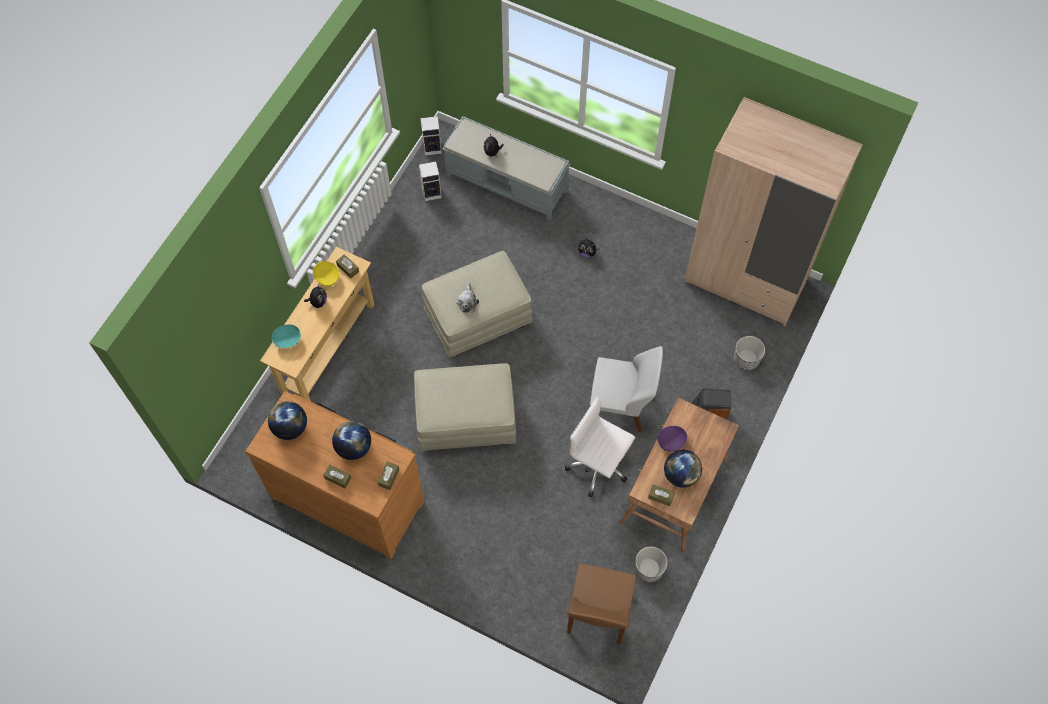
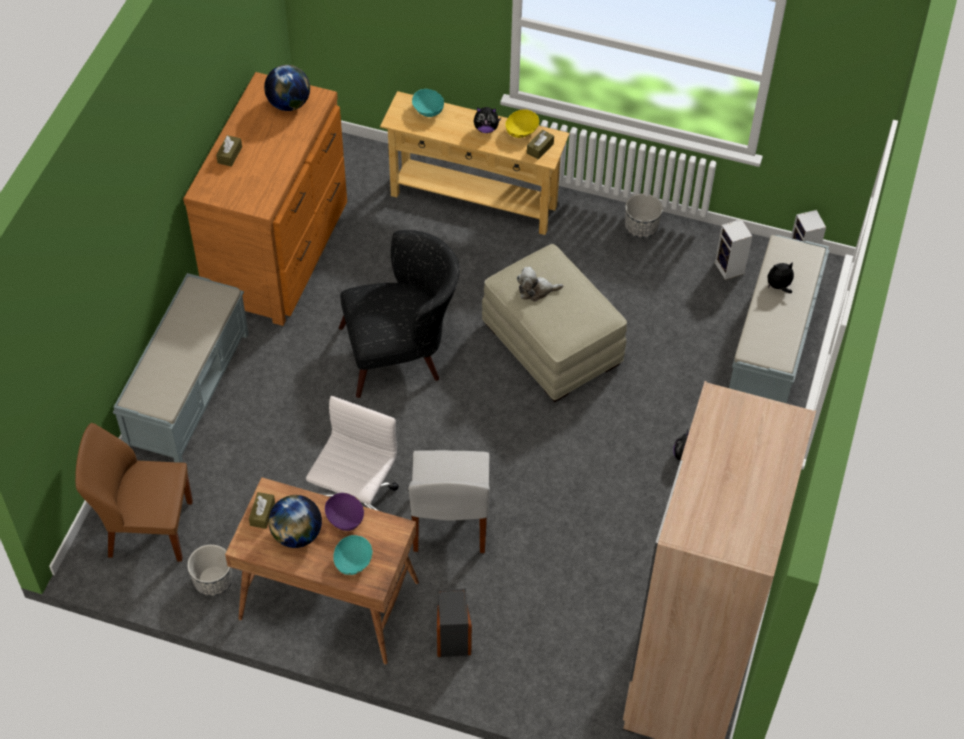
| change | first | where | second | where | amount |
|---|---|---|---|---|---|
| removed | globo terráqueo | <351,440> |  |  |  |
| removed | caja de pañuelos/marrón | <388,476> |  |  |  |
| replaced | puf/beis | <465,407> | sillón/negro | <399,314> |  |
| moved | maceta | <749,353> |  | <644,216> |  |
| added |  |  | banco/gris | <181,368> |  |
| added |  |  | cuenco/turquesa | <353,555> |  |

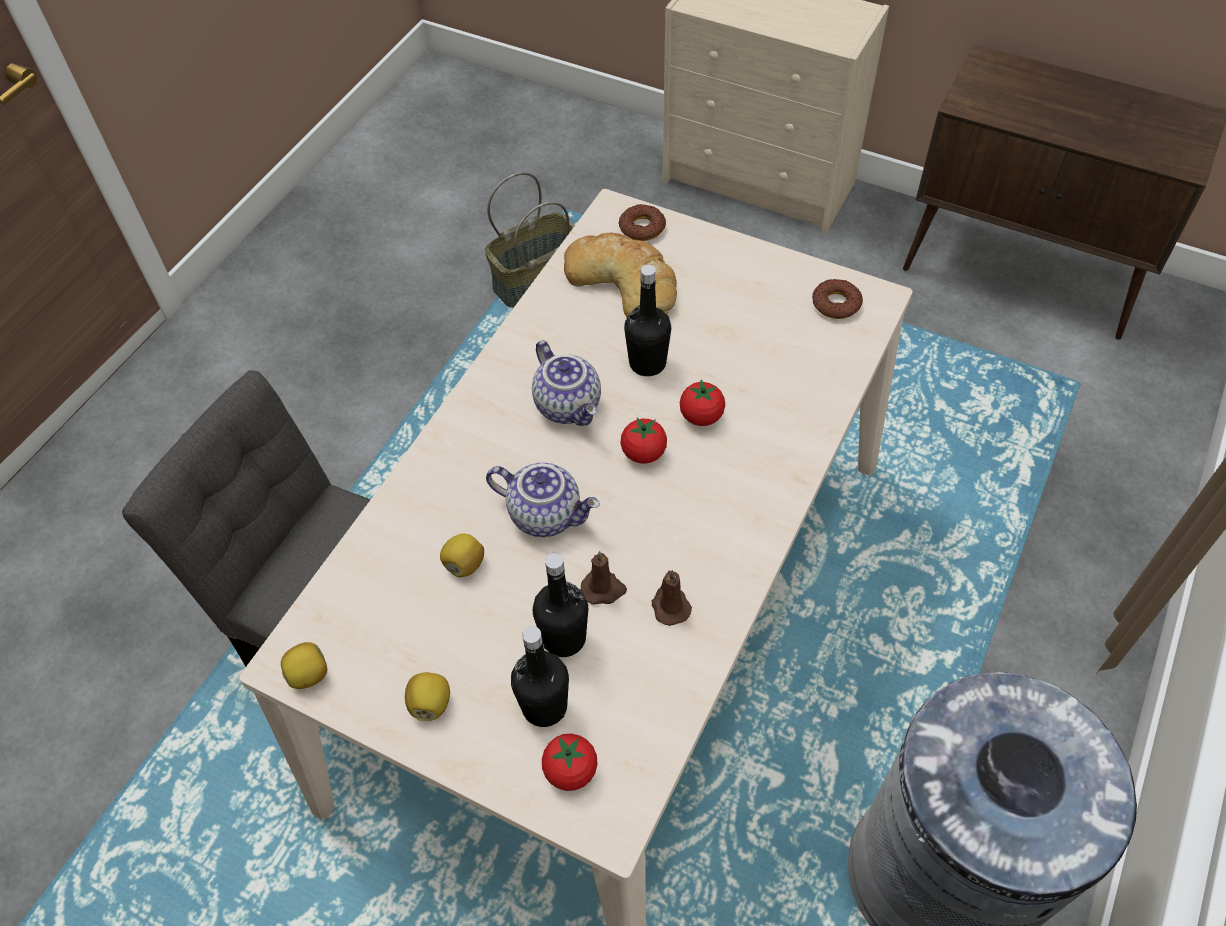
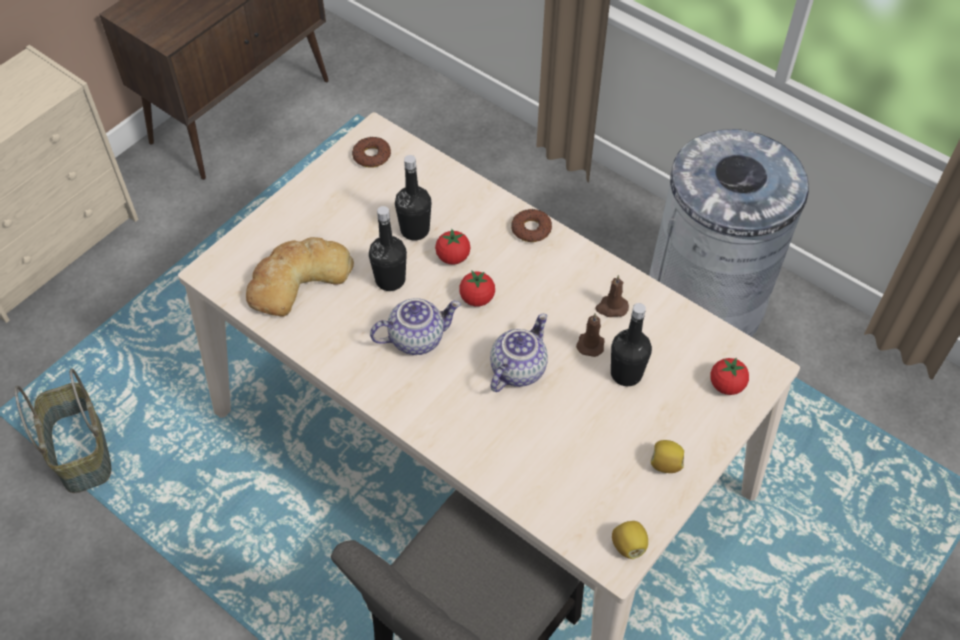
| change | first | where | second | where | amount |
|---|---|---|---|---|---|
| removed | limón | <462,556> |  |  |  |
| moved | botella/negro | <540,676> |  | <413,198> |  |
| moved | rosquilla | <642,222> |  | <531,225> |  |

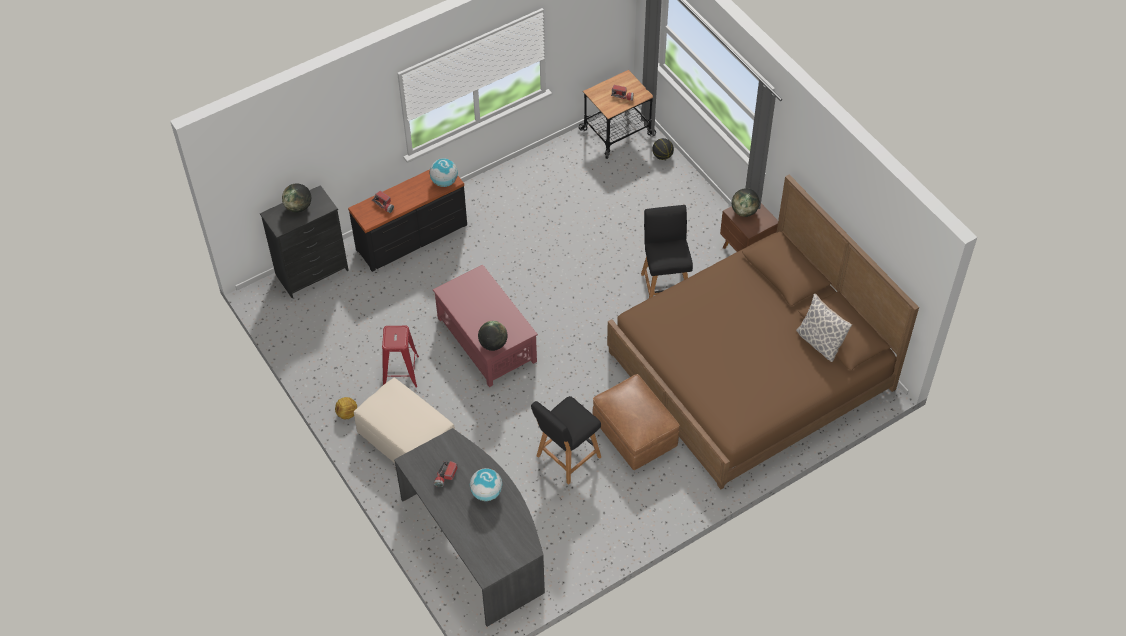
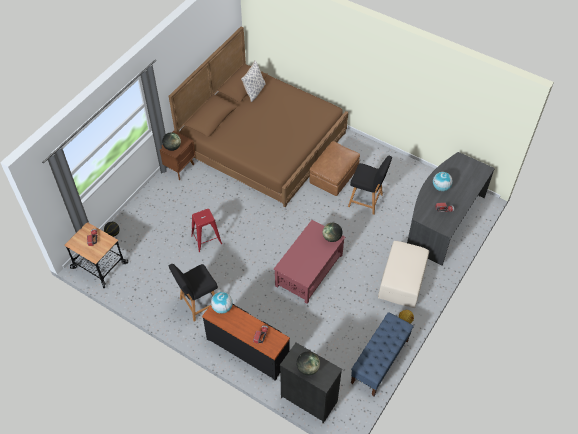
| change | first | where | second | where | amount |
|---|---|---|---|---|---|
| moved | taburete/rojo | <400,356> |  | <206,230> |  |
| moved | taburete/negro | <667,251> |  | <193,293> |  |
| added |  |  | banco/azul | <382,354> |  |

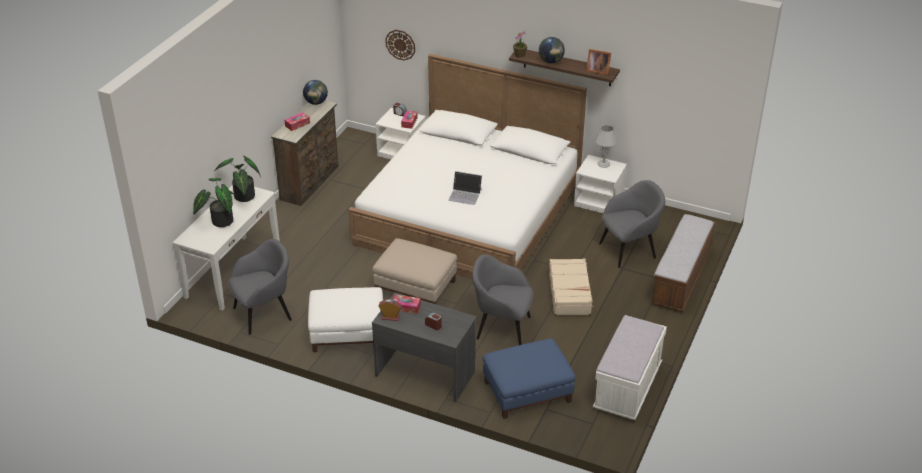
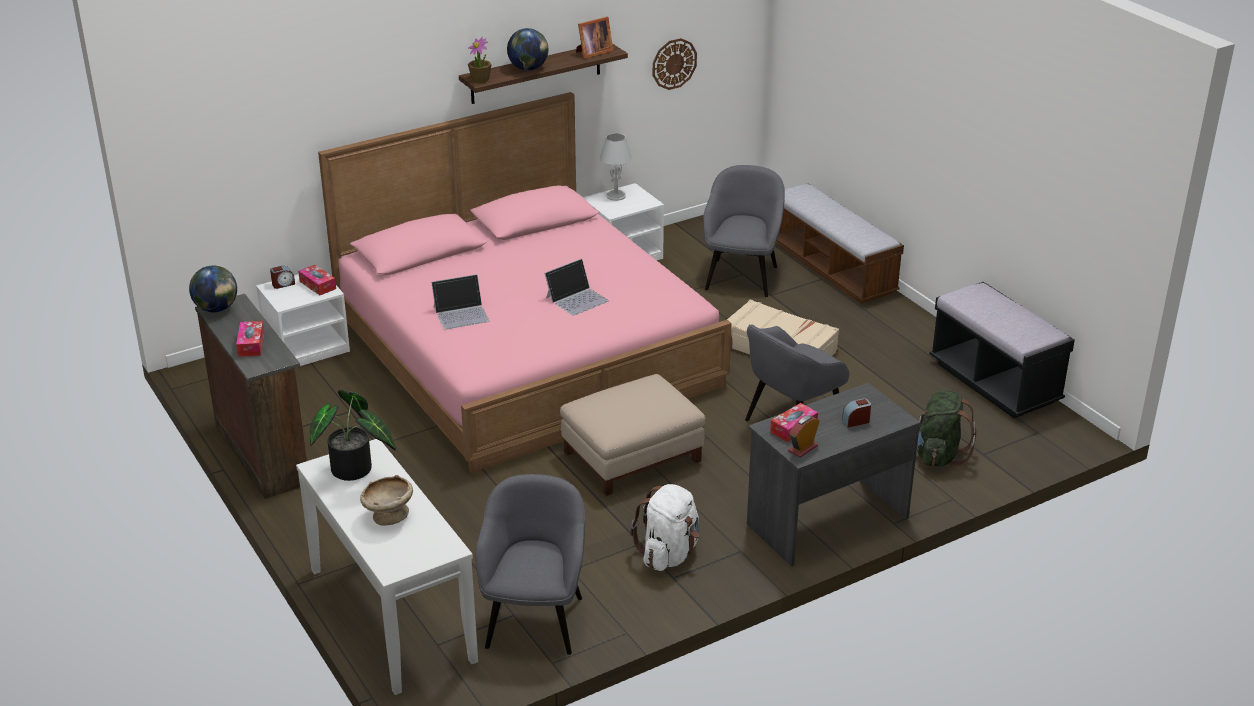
| change | first | where | second | where | amount |
|---|---|---|---|---|---|
| replaced | planta en maceta | <215,202> | cuenco/beis | <386,500> |  |
| replaced | puf/blanco | <345,319> | mochila/blanco | <664,527> |  |
| recoloured | cama/blanco | <467,166> | cama/rosa | <525,283> |  |
| moved | reloj de pared | <400,45> |  | <675,64> |  |
| replaced | puf/azul | <529,379> | mochila/verde | <946,428> |  |
| recoloured | banco/blanco | <630,367> | banco/negro | <1002,350> |  |
| added |  |  | portátil | <460,301> |  |

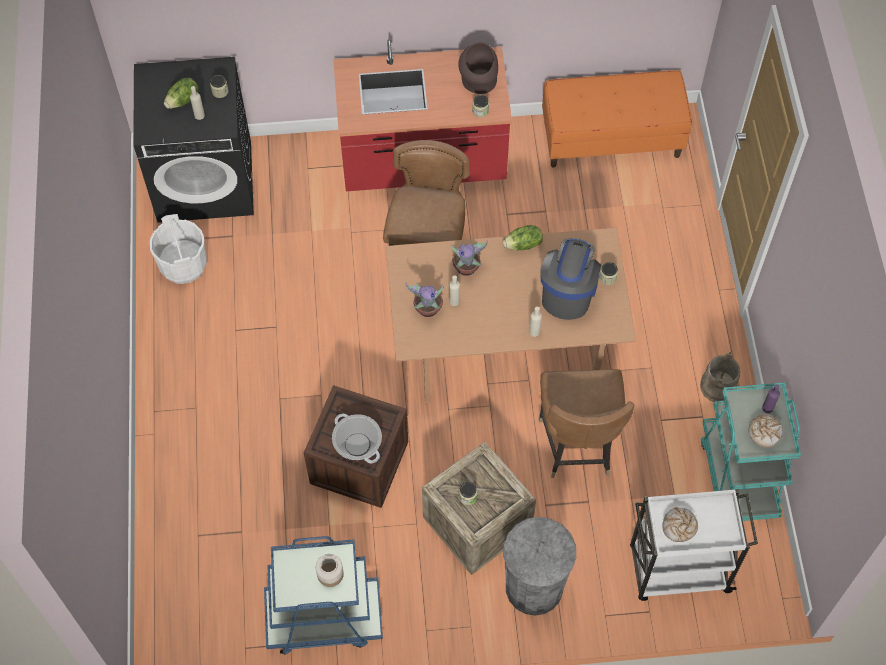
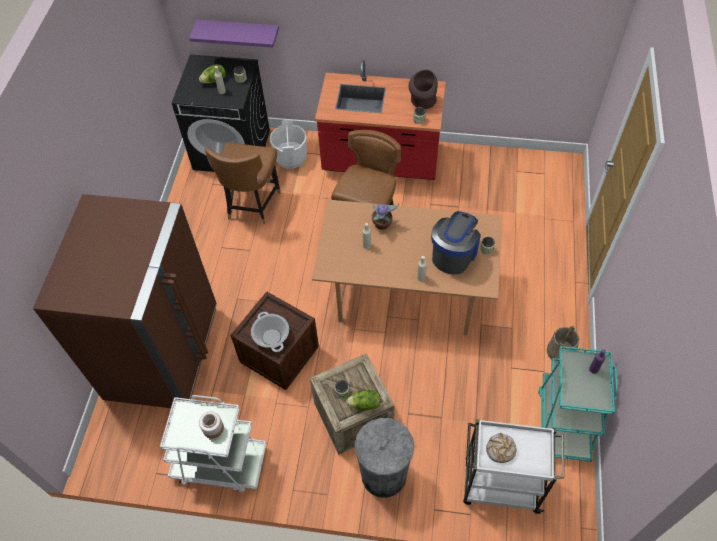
| change | first | where | second | where | amount |
|---|---|---|---|---|---|
| moved | cubo/blanco | <178,249> |  | <288,144> |  |
| recoloured | carrito/azul | <323,595> | carrito/blanco | <213,444> |  |
| removed | planta en maceta | <424,300> |  |  |  |
| moved | lechuga | <523,237> |  | <363,400> |  |
| moved | silla/marrón | <586,423> |  | <243,183> |  |
| removed | banco/naranja | <617,119> |  |  |  |
| removed | pan | <766,431> |  |  |  |
| added |  |  | nevera/marrón | <125,301> |  |
| added |  |  | estante/morado | <234,34> |  |

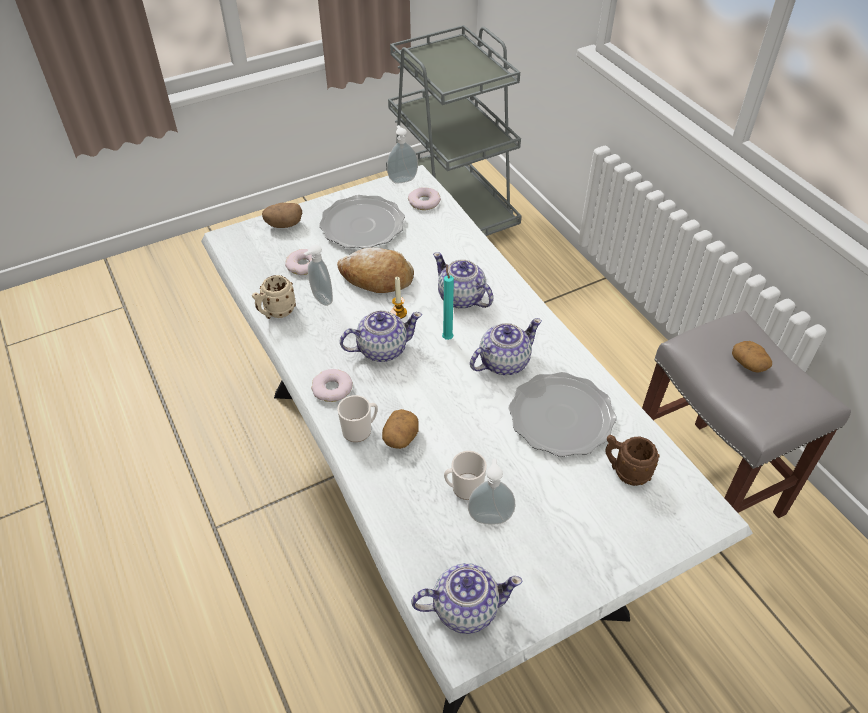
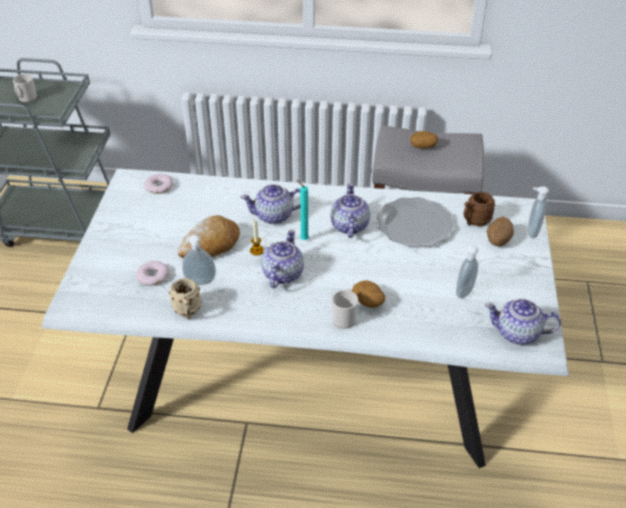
| change | first | where | second | where | amount |
|---|---|---|---|---|---|
| moved | patata | <282,215> |  | <500,232> |  |
| removed | rosquilla | <332,385> |  |  |  |
| removed | plato | <362,221> |  |  |  |
| moved | dispensador de jabón | <402,154> |  | <538,212> |  |
| turned | tetera | <466,598> |  | <523,321> | 105 degrees counterclockwise |
| moved | taza grande | <465,475> |  | <25,88> |  |

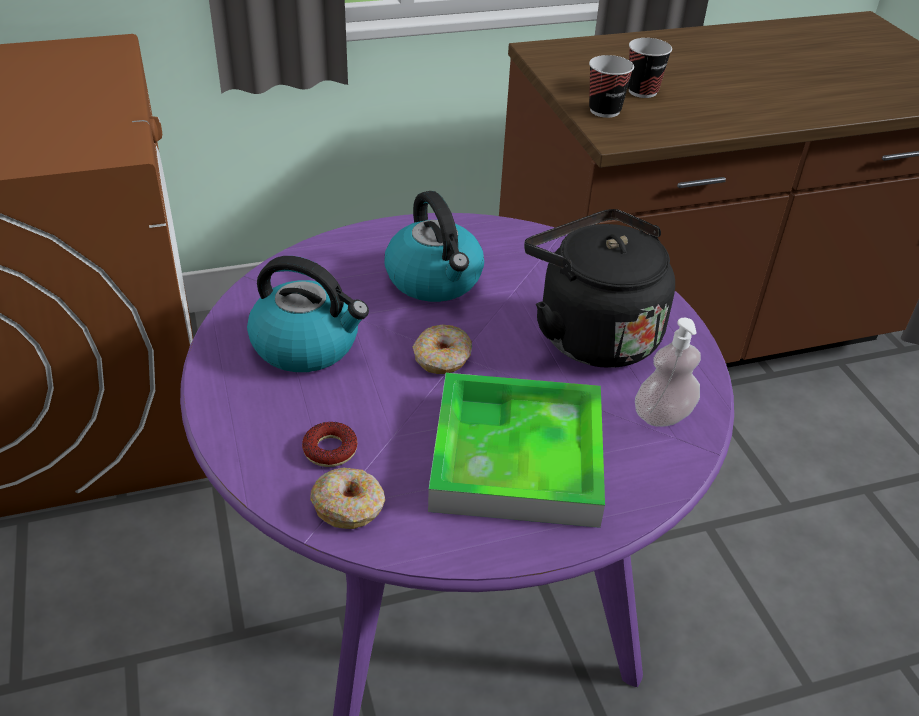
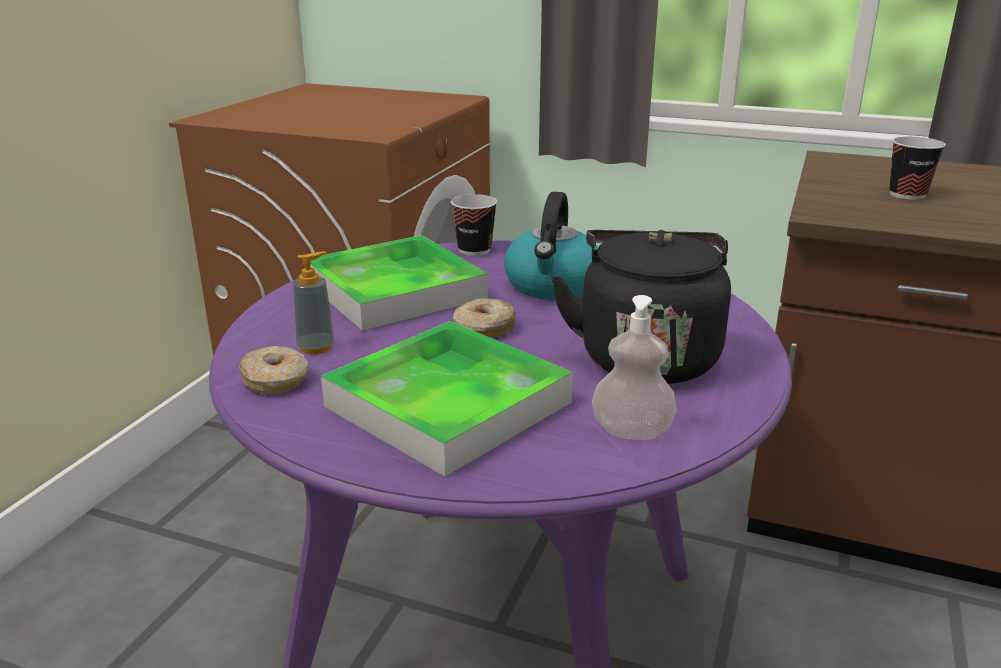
| change | first | where | second | where | amount |
|---|---|---|---|---|---|
| replaced | hervidor | <308,314> | bandeja | <399,283> |  |
| replaced | rosquilla | <330,444> | dispensador de jabón | <314,303> |  |
| moved | taza | <611,86> |  | <474,225> |  |

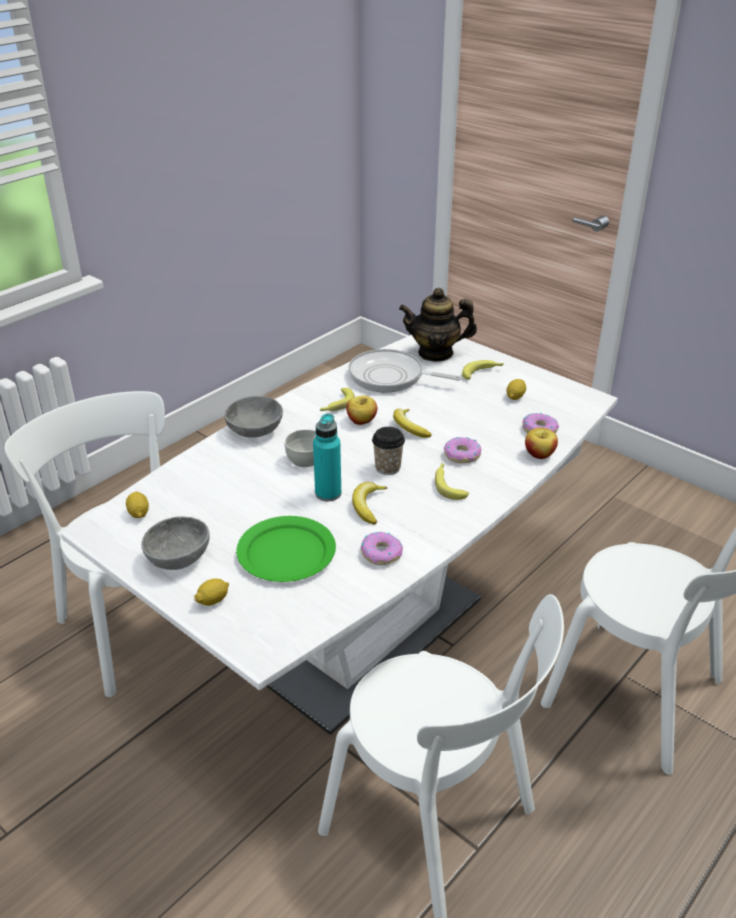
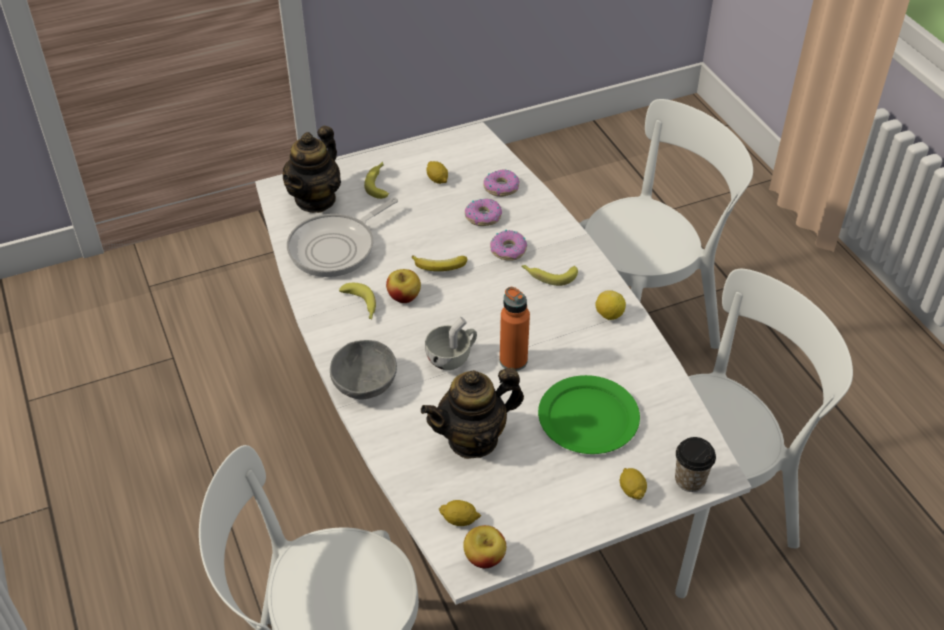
| change | first | where | second | where | amount |
|---|---|---|---|---|---|
| removed | cuenco/gris | <175,543> |  |  |  |
| recoloured | botella/turquesa | <327,457> | botella/naranja | <515,329> |  |
| removed | plátano | <369,503> |  |  |  |
| moved | rosquilla | <382,548> |  | <483,212> |  |
| moved | taza | <388,451> |  | <695,464> |  |
| moved | manzana | <541,443> |  | <484,546> |  |
| added |  |  | tetera | <472,413> |  |
| added |  |  | limón | <610,305> |  |

